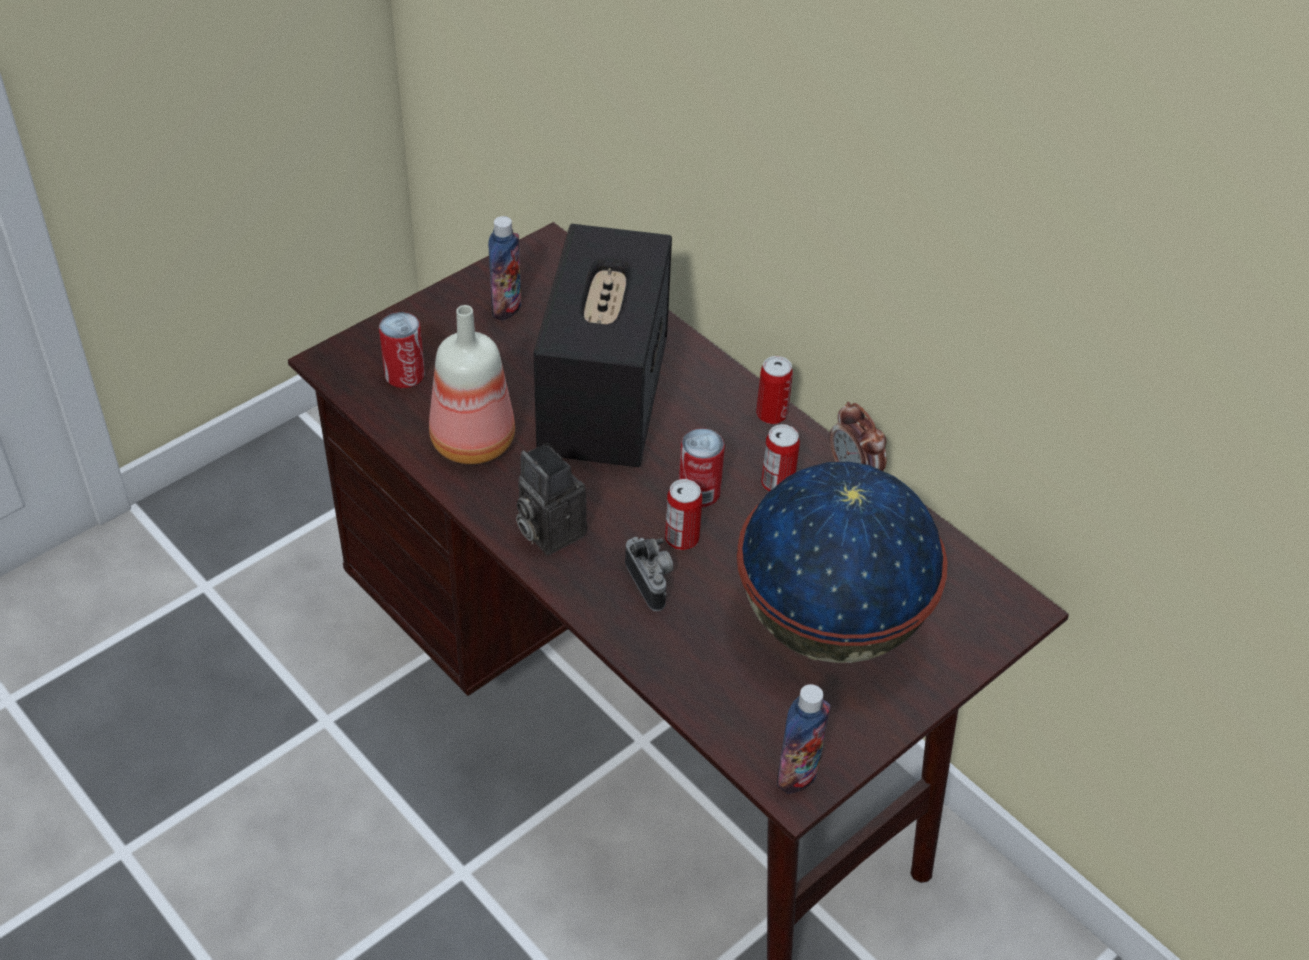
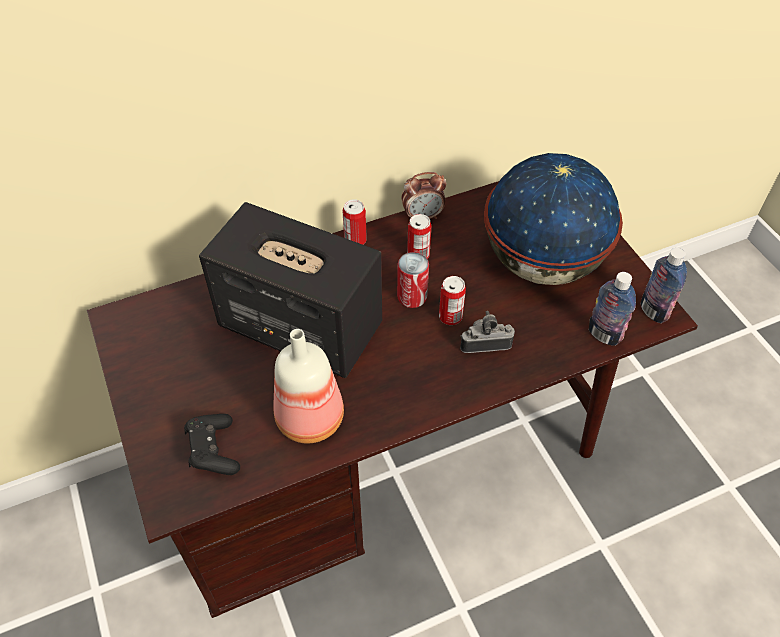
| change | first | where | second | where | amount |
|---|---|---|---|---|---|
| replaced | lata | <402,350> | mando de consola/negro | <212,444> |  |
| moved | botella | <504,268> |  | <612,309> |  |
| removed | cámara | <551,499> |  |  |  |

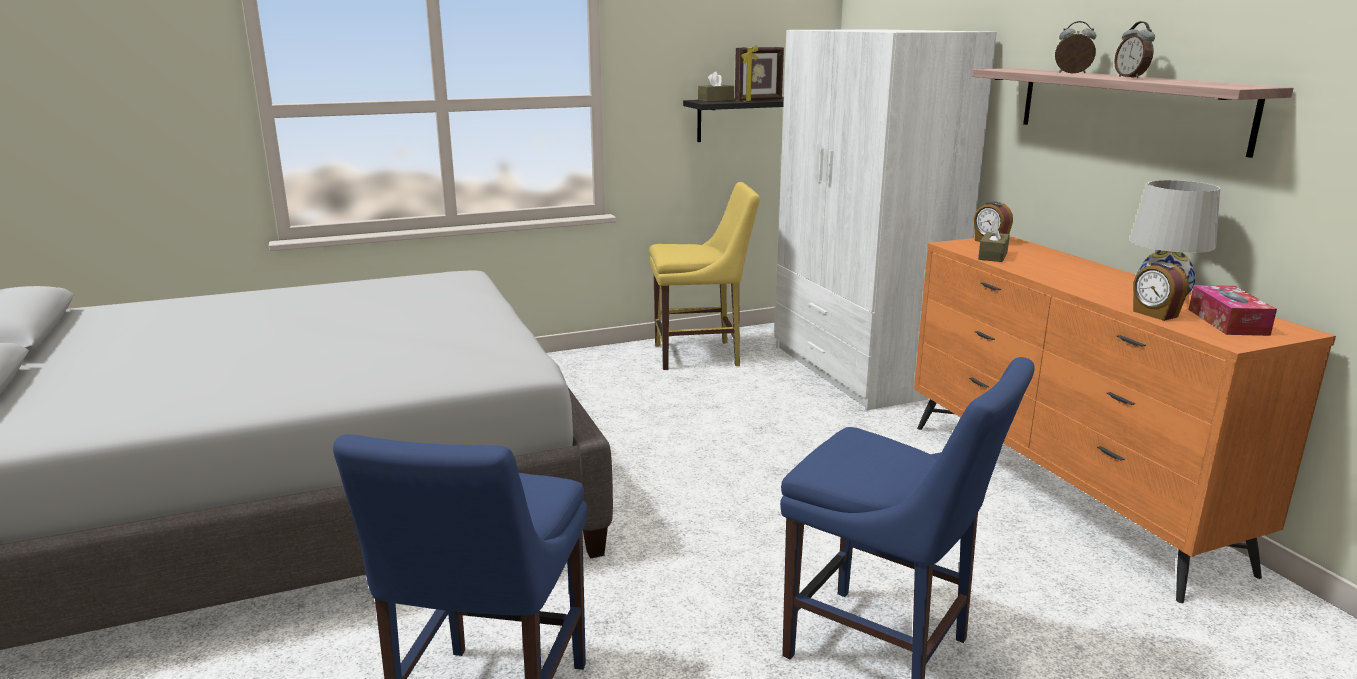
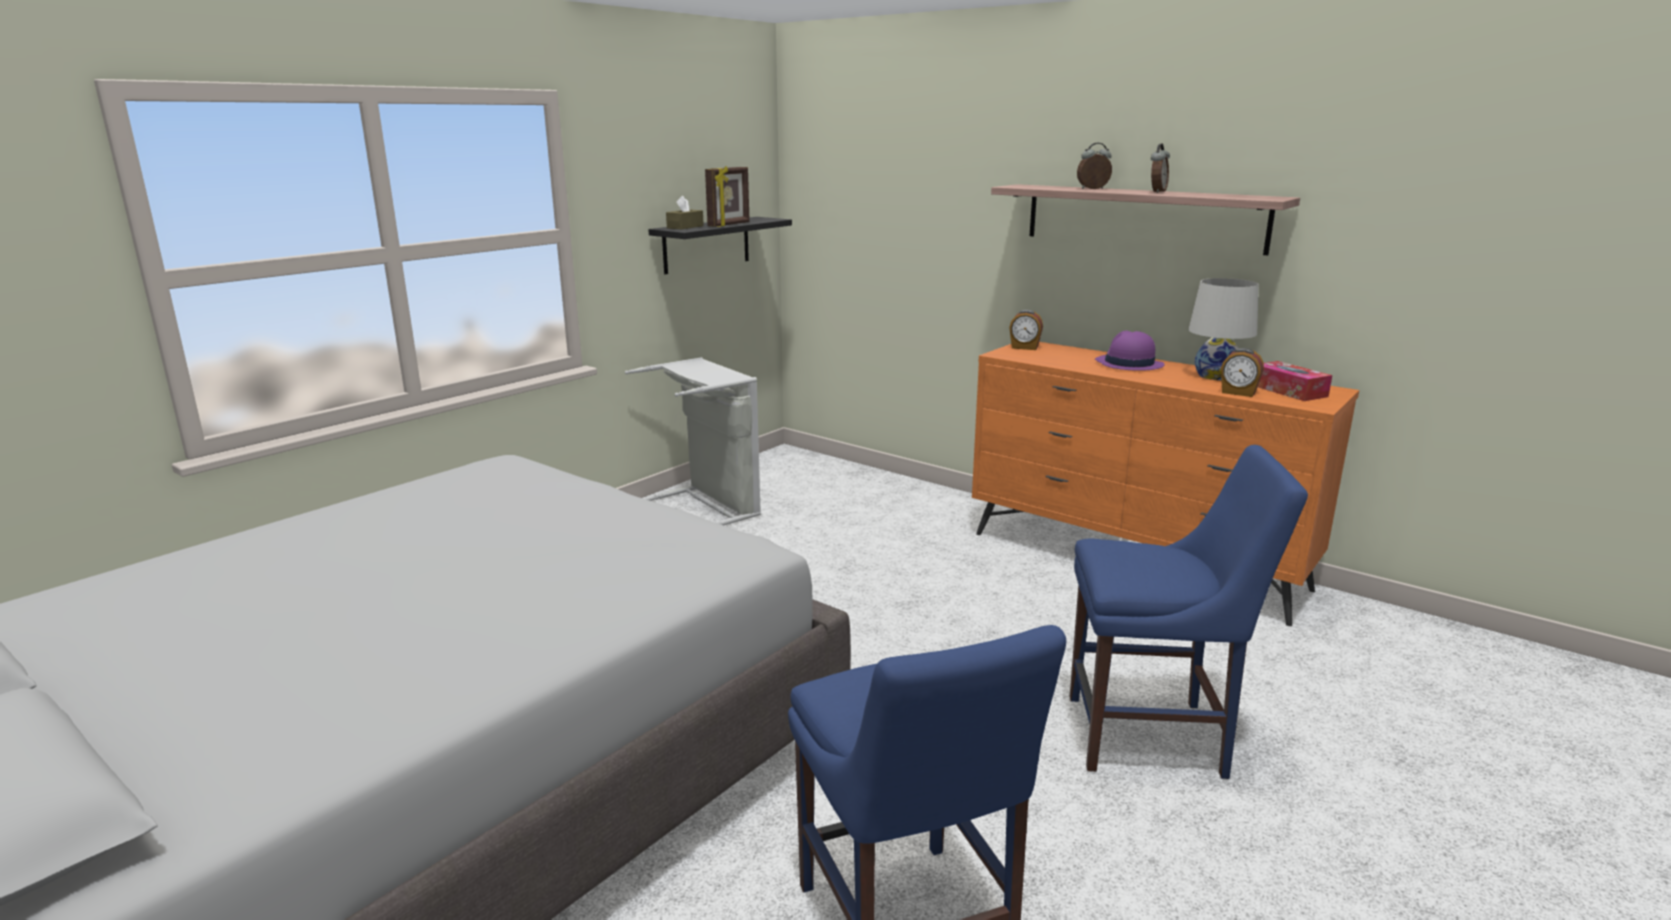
| change | first | where | second | where | amount |
|---|---|---|---|---|---|
| replaced | silla/amarillo | <704,276> | cesto de la ropa/gris | <693,441> |  |
| removed | armario ropero/blanco | <885,219> |  |  |  |
| removed | caja de pañuelos/marrón | <994,240> |  |  |  |
| turned | despertador | <1134,49> |  | <1160,168> | 105 degrees counterclockwise |
| added |  |  | sombrero/morado | <1130,351> |  |

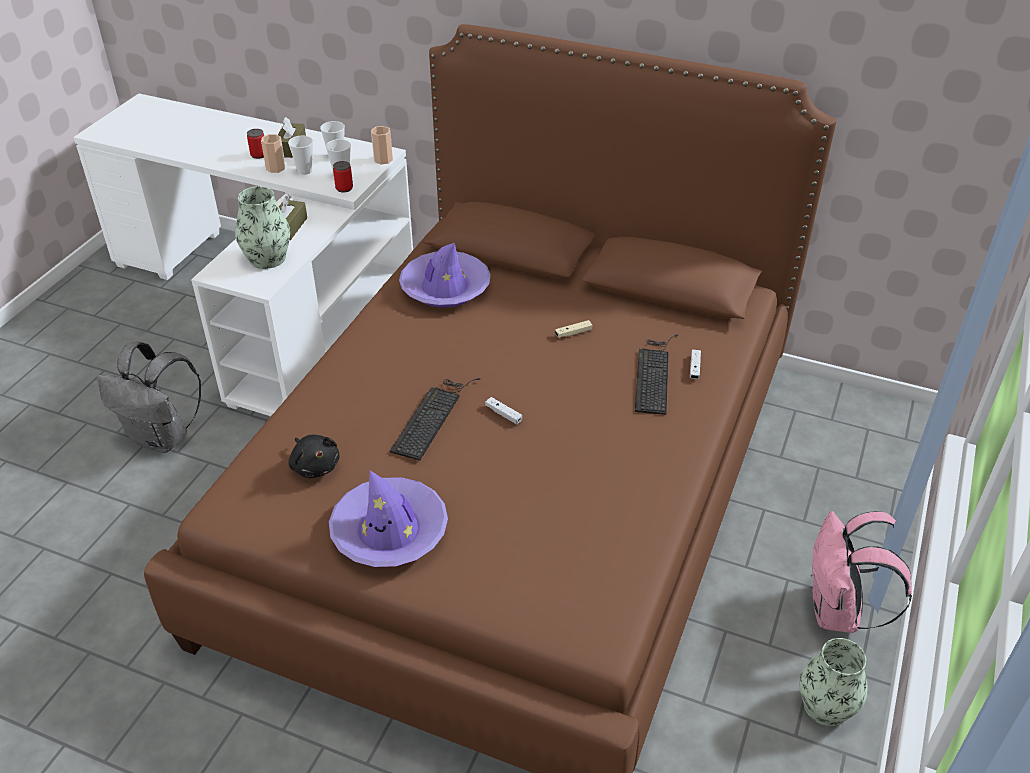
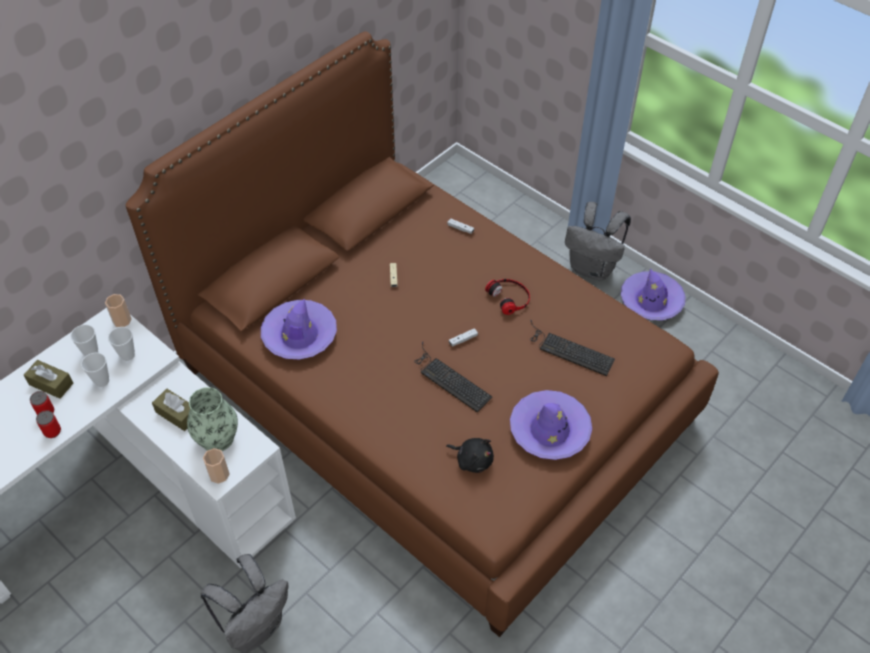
| change | first | where | second | where | amount |
|---|---|---|---|---|---|
| moved | taza | <273,153> |  | <216,466> |  |
| turned | peluche/negro | <314,456> |  | <470,455> | 45 degrees clockwise |
| moved | lata | <343,177> |  | <48,424> |  |
| moved | teclado | <656,374> |  | <572,348> |  |
| replaced | florero | <833,682> | sombrero/morado | <653,294> |  |
| recoloured | mochila/rosa | <861,572> | mochila/gris | <598,241> |  |
| added |  |  | auriculares | <507,297> |  |

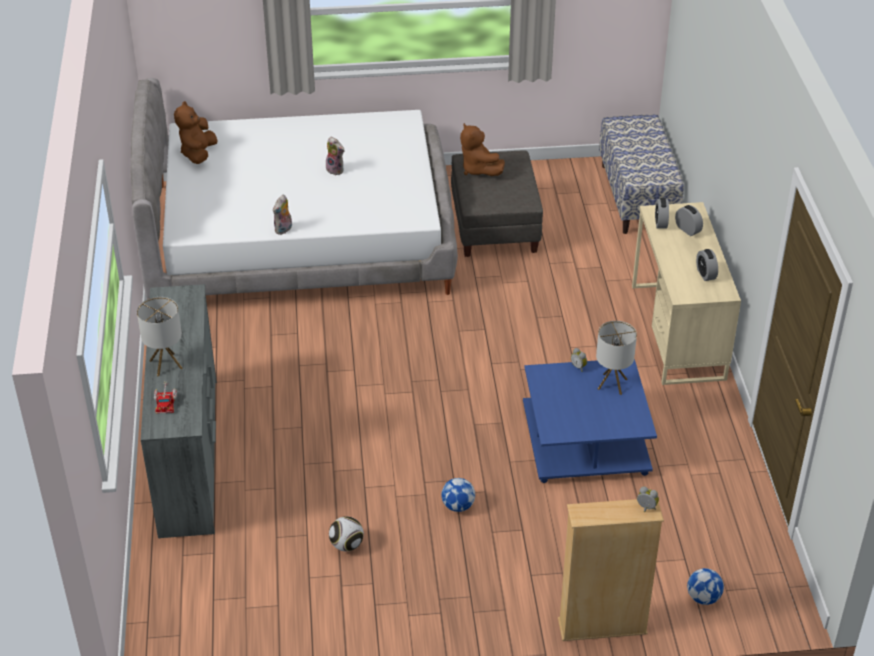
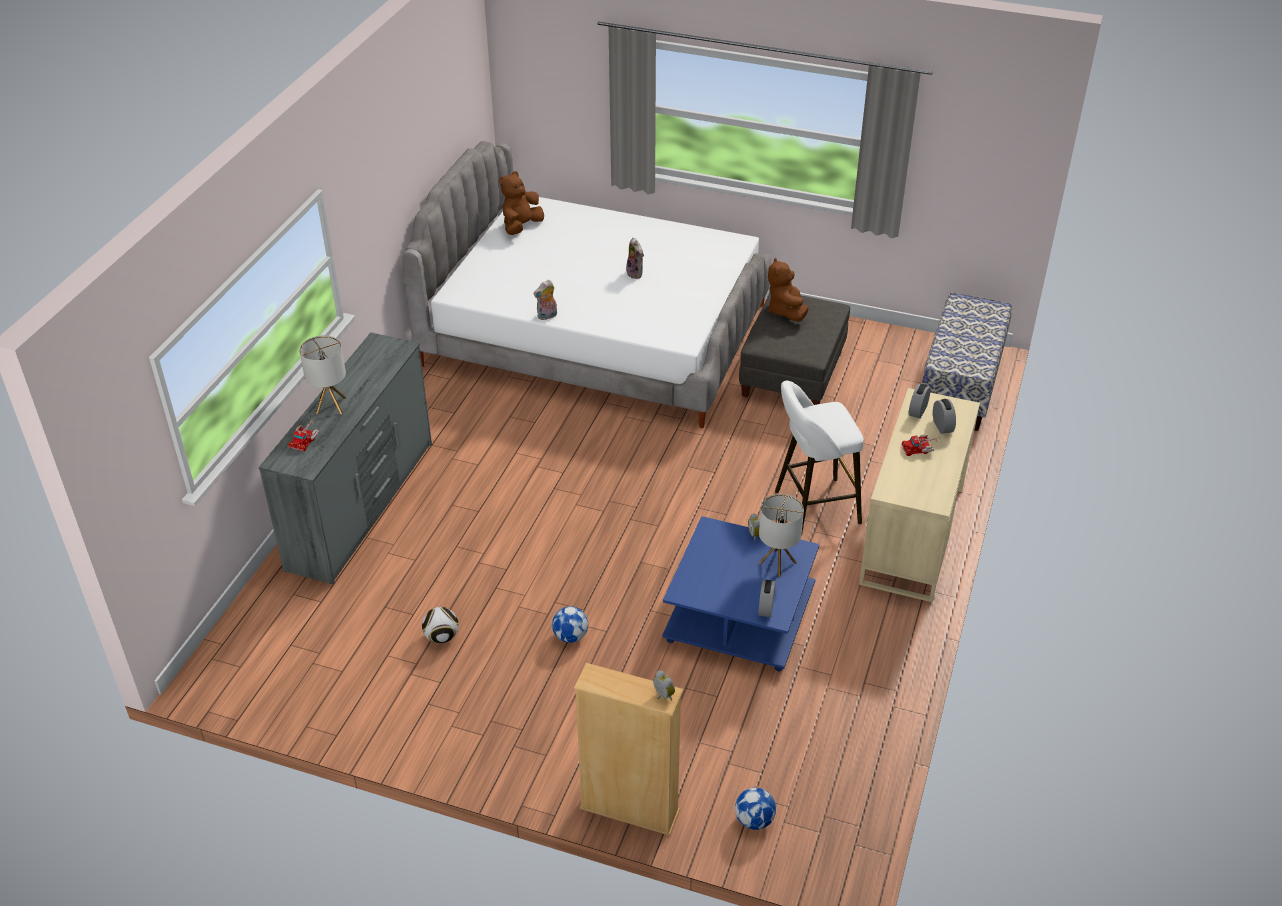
| change | first | where | second | where | amount |
|---|---|---|---|---|---|
| moved | despertador | <707,265> |  | <767,598> |  |
| added |  |  | taburete/blanco | <819,458> |  |
| added |  |  | camión de juguete | <920,445> |  |

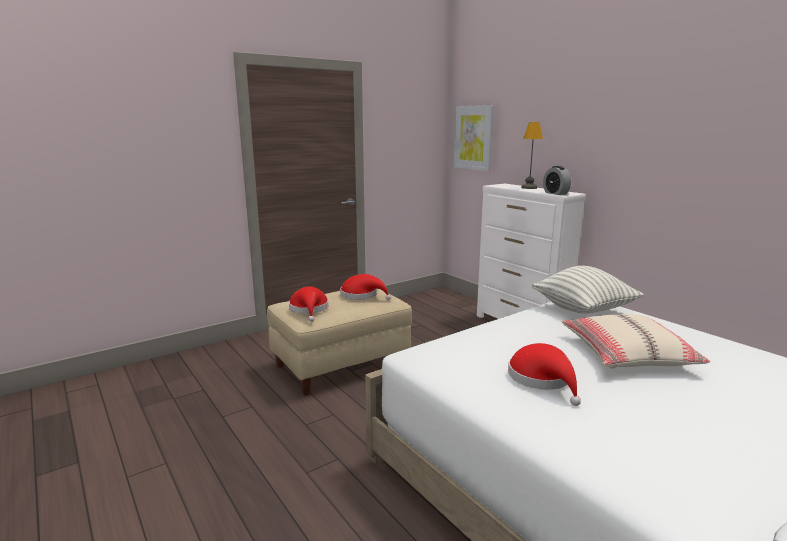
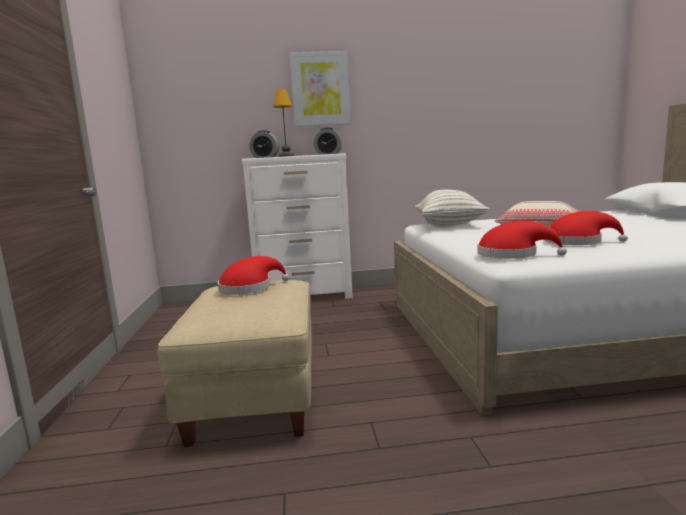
| change | first | where | second | where | amount |
|---|---|---|---|---|---|
| moved | sombrero/rojo | <308,304> |  | <522,240> |  |
| moved | cuadro | <474,138> |  | <320,89> |  |
| added |  |  | despertador | <264,144> |  |

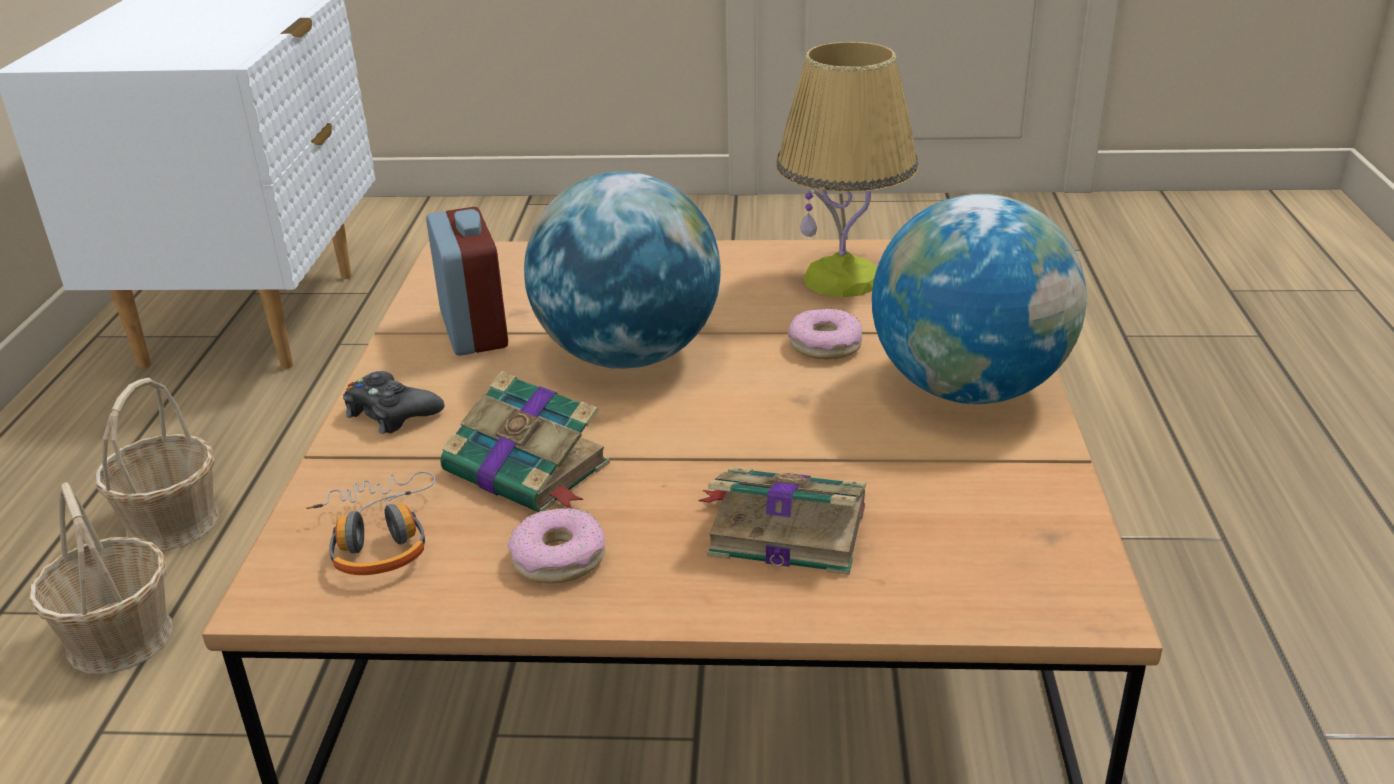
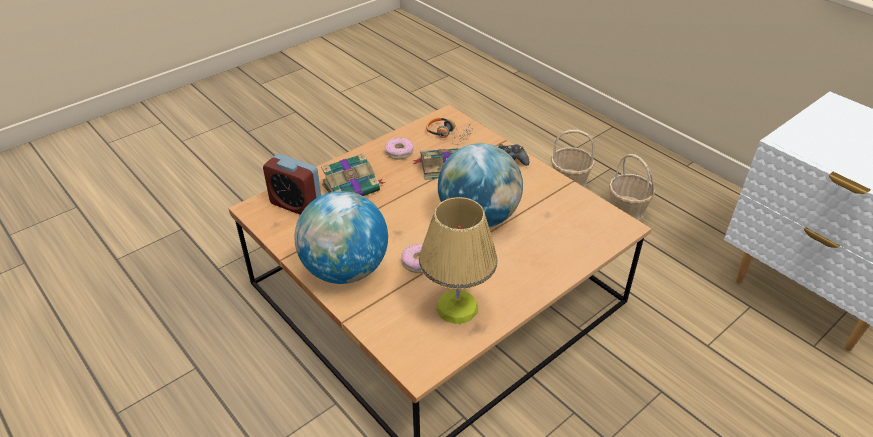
| change | first | where | second | where | amount |
|---|---|---|---|---|---|
| moved | despertador | <467,281> |  | <292,184> |  |

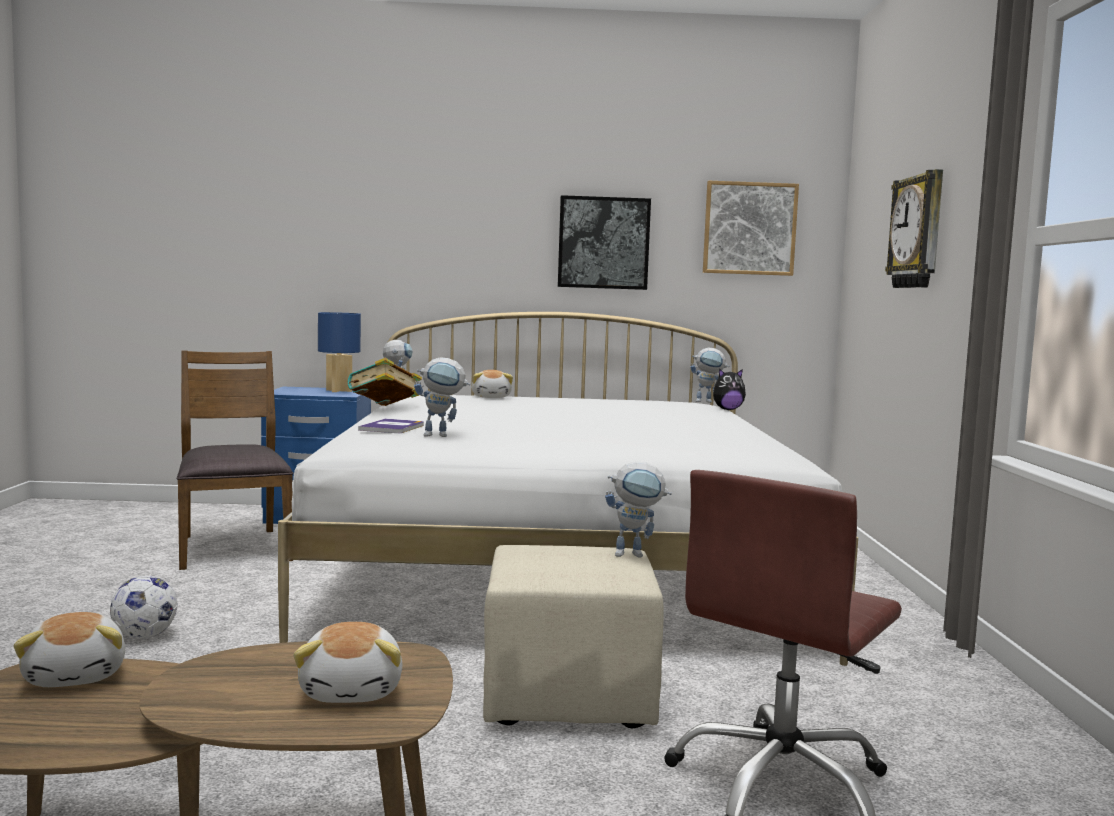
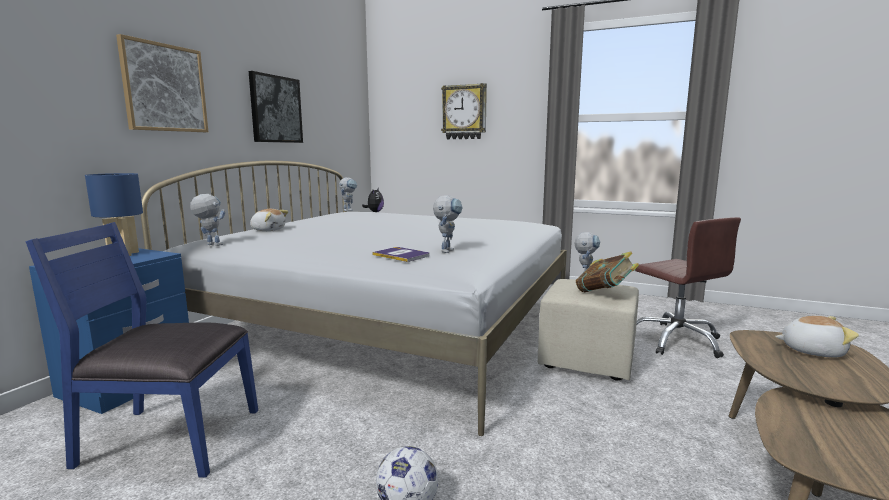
| change | first | where | second | where | amount |
|---|---|---|---|---|---|
| removed | peluche | <69,649> |  |  |  |
| recoloured | silla/marrón | <235,460> | silla/azul | <141,350> |  |
| moved | libro | <385,382> |  | <607,271> |  |
| moved | cuadro | <751,228> |  | <162,83> |  |

